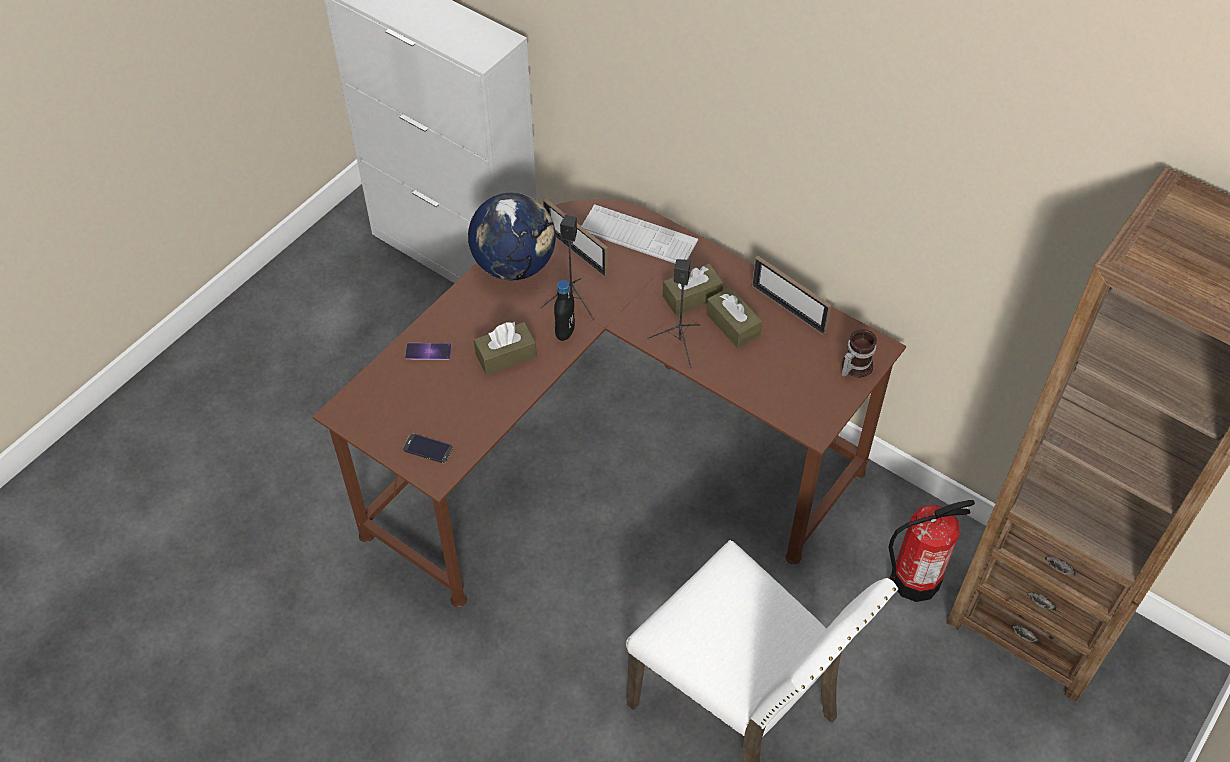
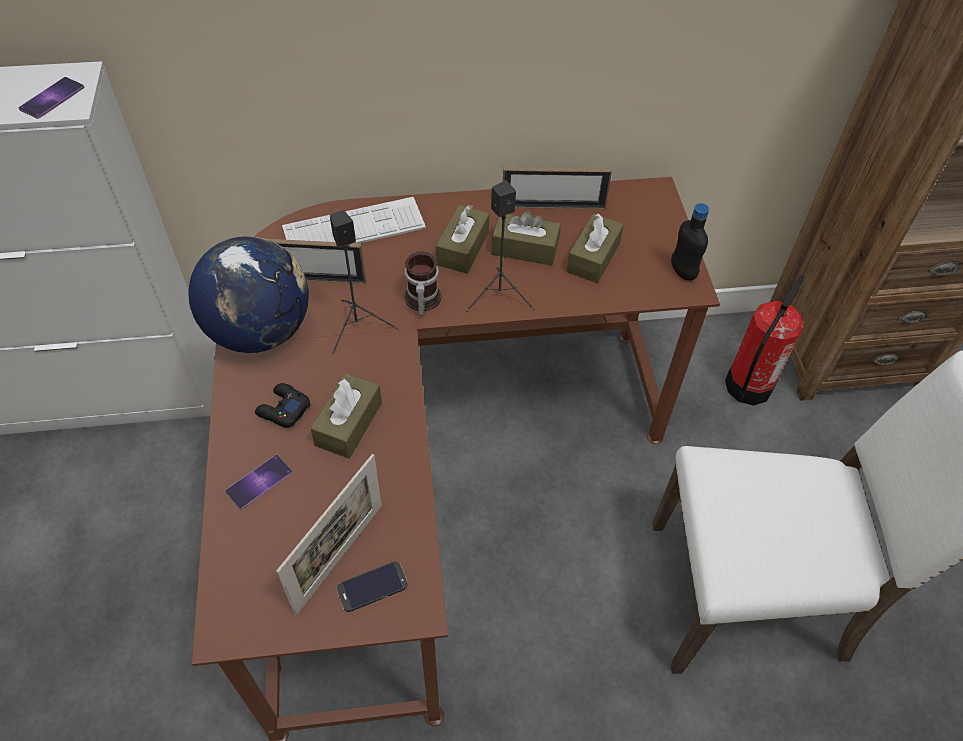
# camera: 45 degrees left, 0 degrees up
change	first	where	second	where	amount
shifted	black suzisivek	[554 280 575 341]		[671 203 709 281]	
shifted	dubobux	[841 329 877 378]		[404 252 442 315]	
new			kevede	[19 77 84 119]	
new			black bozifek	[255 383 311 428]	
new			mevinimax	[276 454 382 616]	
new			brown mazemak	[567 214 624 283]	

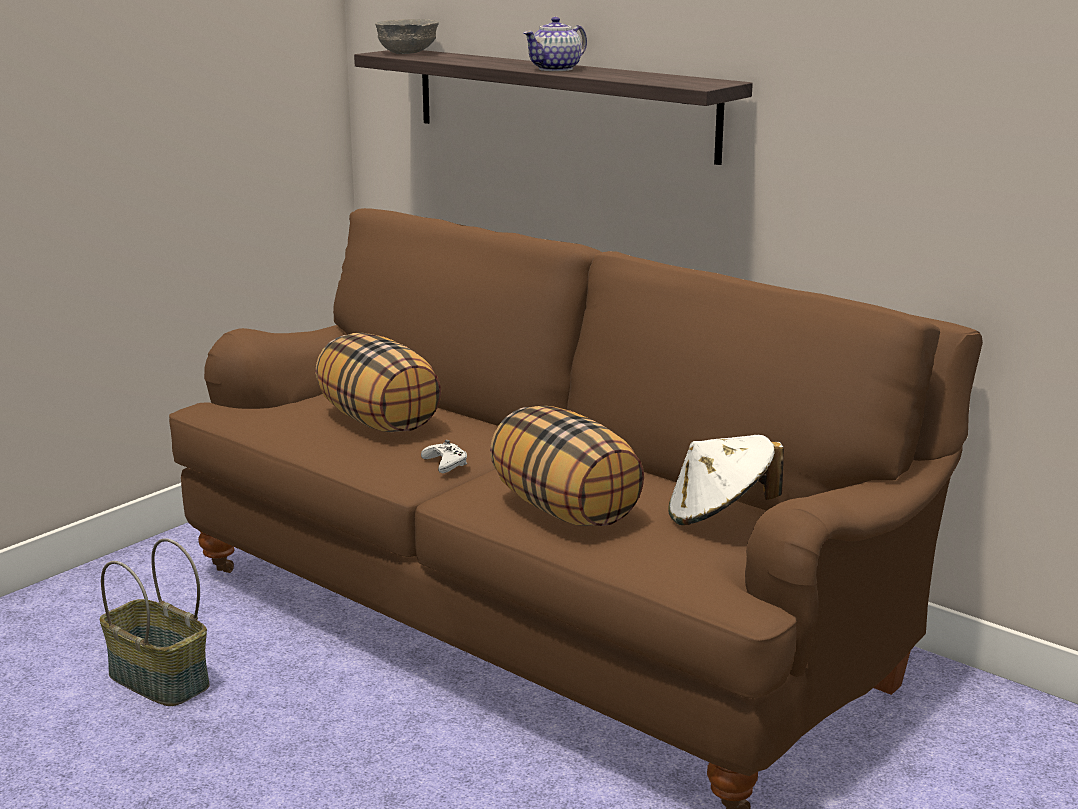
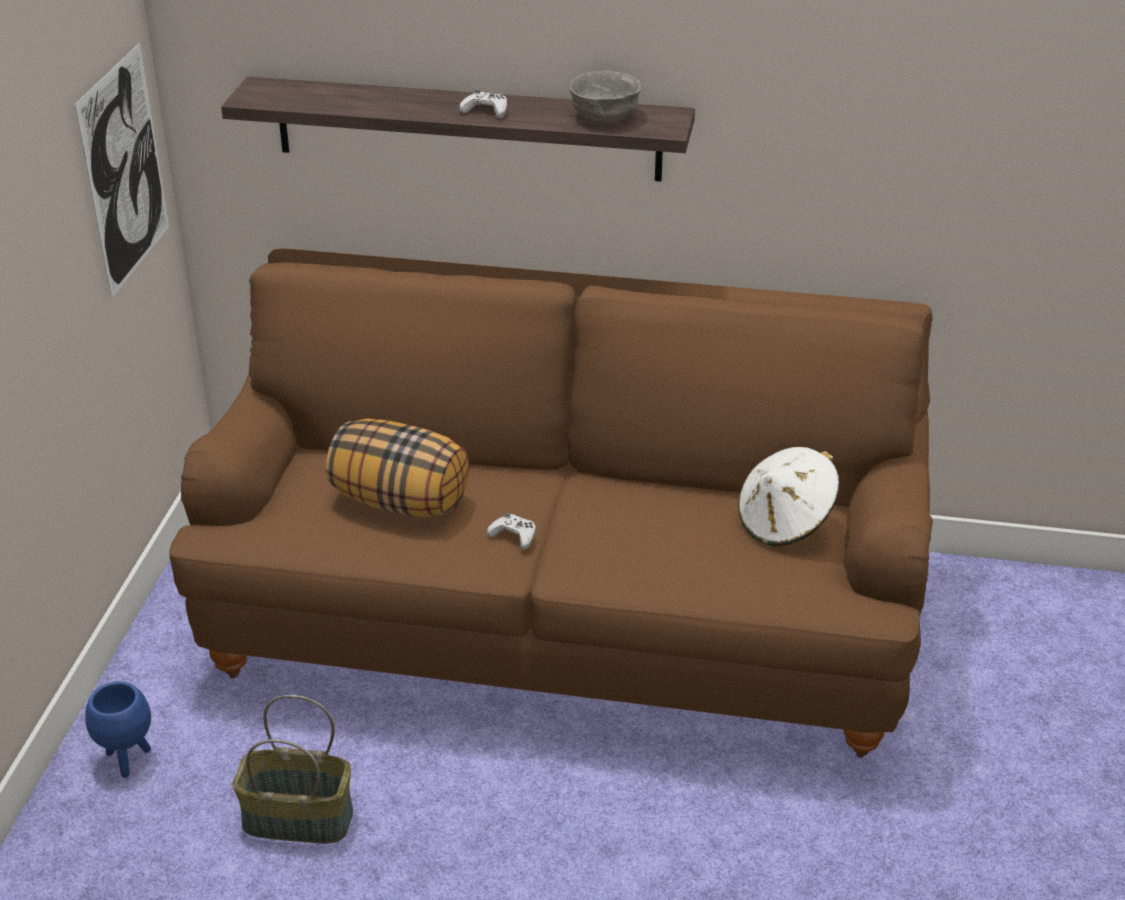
# camera: 30 degrees left, 15 degrees up
change	first	where	second	where	amount
shifted	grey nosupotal	[375 19 439 54]		[569 71 641 123]	
gone	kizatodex	[490 405 644 526]			
swapped	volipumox	[524 17 587 71]	white bozifek	[459 89 507 119]	
new			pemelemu	[75 43 169 298]	
new			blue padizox	[85 682 151 778]	

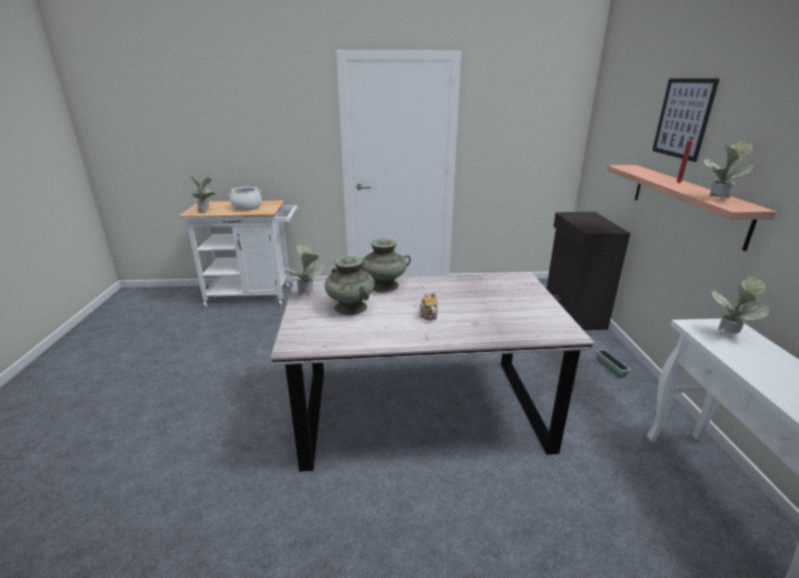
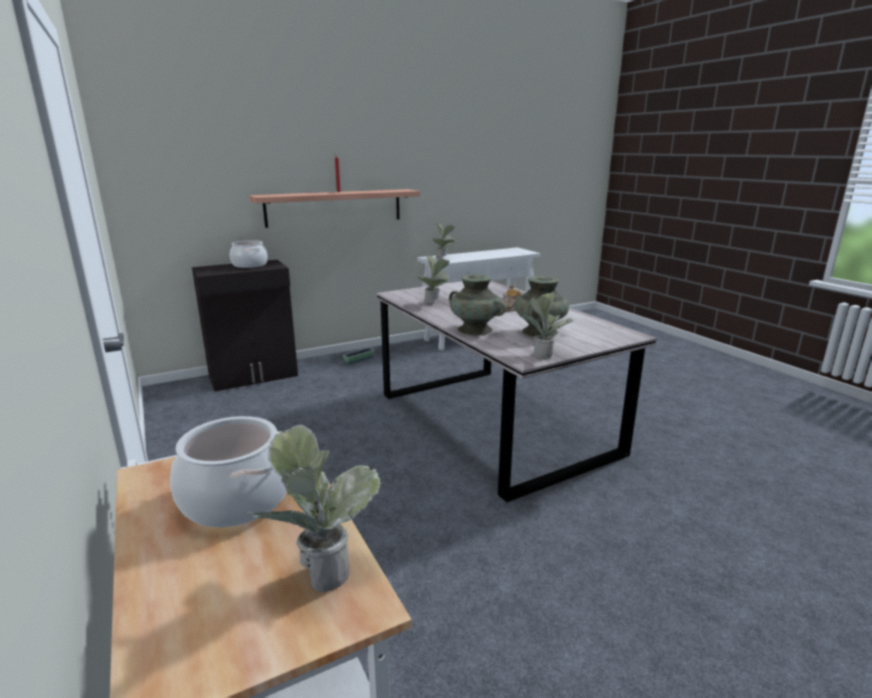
# camera: 115 degrees left, 5 degrees down
change	first	where	second	where	amount
gone	pemelemu	[652 79 719 162]			
shifted	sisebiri	[703 140 754 199]		[417 256 450 304]	
new			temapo	[230 240 268 268]	

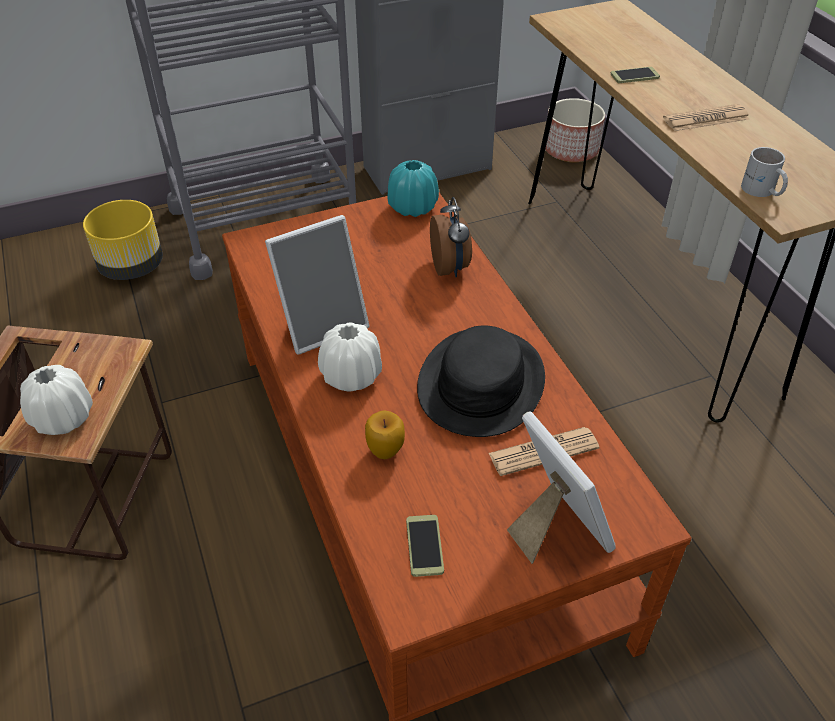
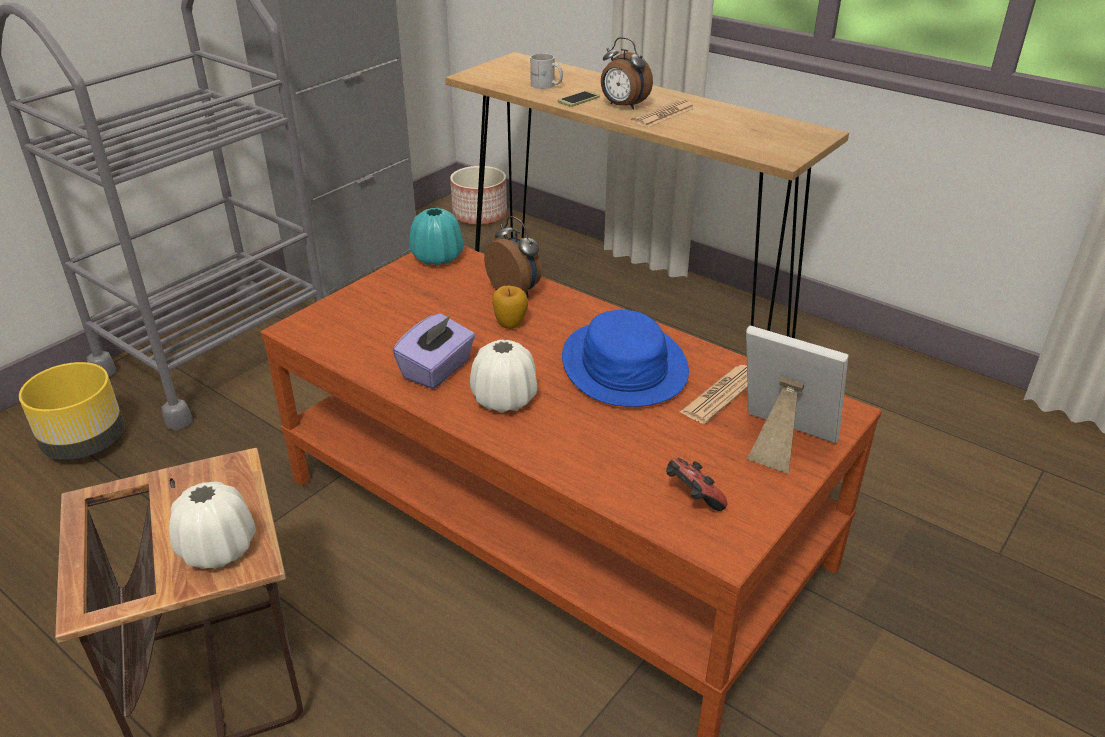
# camera: 30 degrees left, 10 degrees down
change	first	where	second	where	amount
swapped	mevinimax	[265 215 370 355]	purple mazemak	[393 313 475 389]	
shifted	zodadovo	[365 410 405 459]		[492 286 528 329]	
swapped	kevede	[406 515 444 577]	bozifek	[666 458 728 511]	
repainted	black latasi	[417 325 545 437]	blue latasi	[562 310 689 407]	
shifted	white dubobux	[741 147 788 197]		[530 53 563 89]	
new			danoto	[601 37 653 110]	

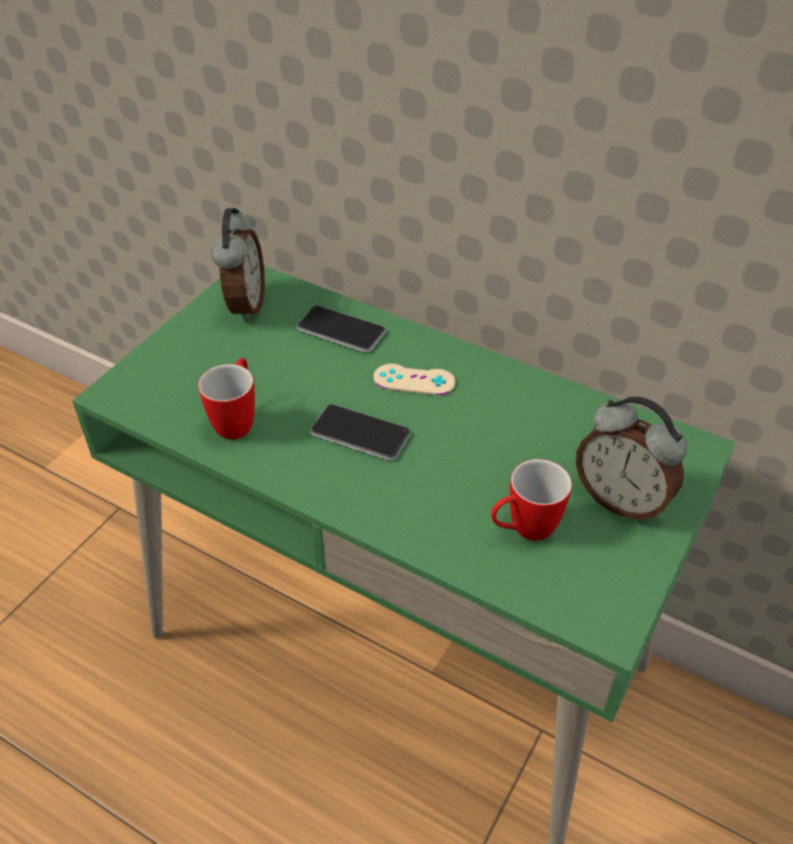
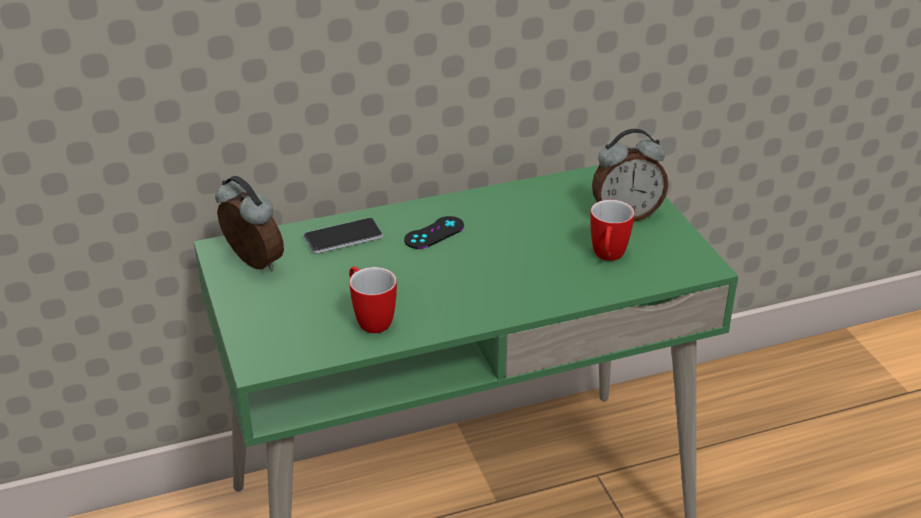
# camera: 50 degrees left, 10 degrees down
change	first	where	second	where	amount
gone	kevede	[310 404 410 461]			
repainted	beige bozifek	[374 364 455 395]	black bozifek	[404 216 464 249]	

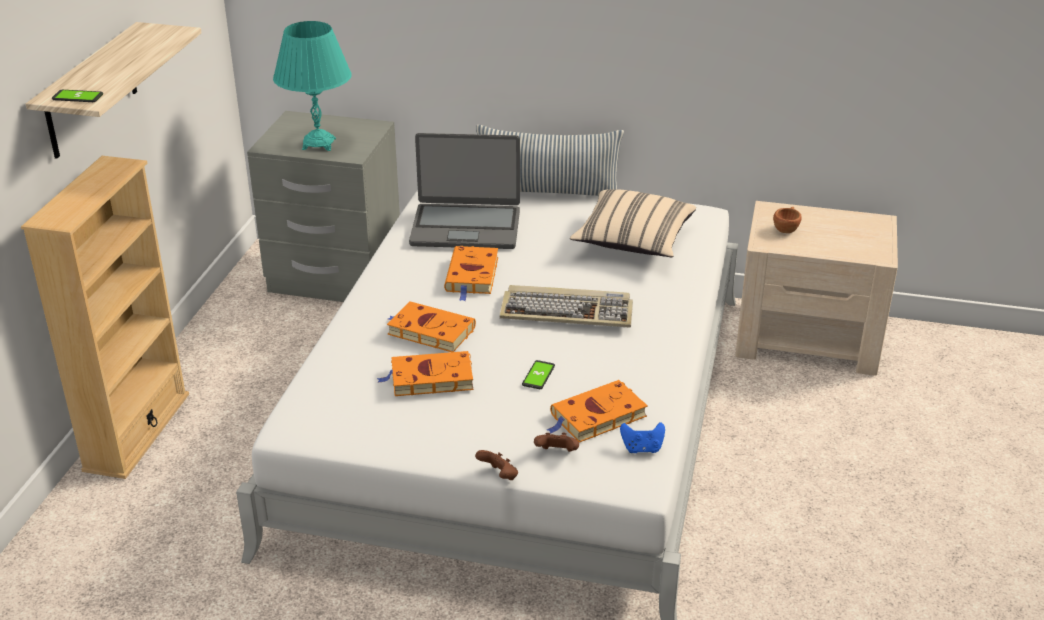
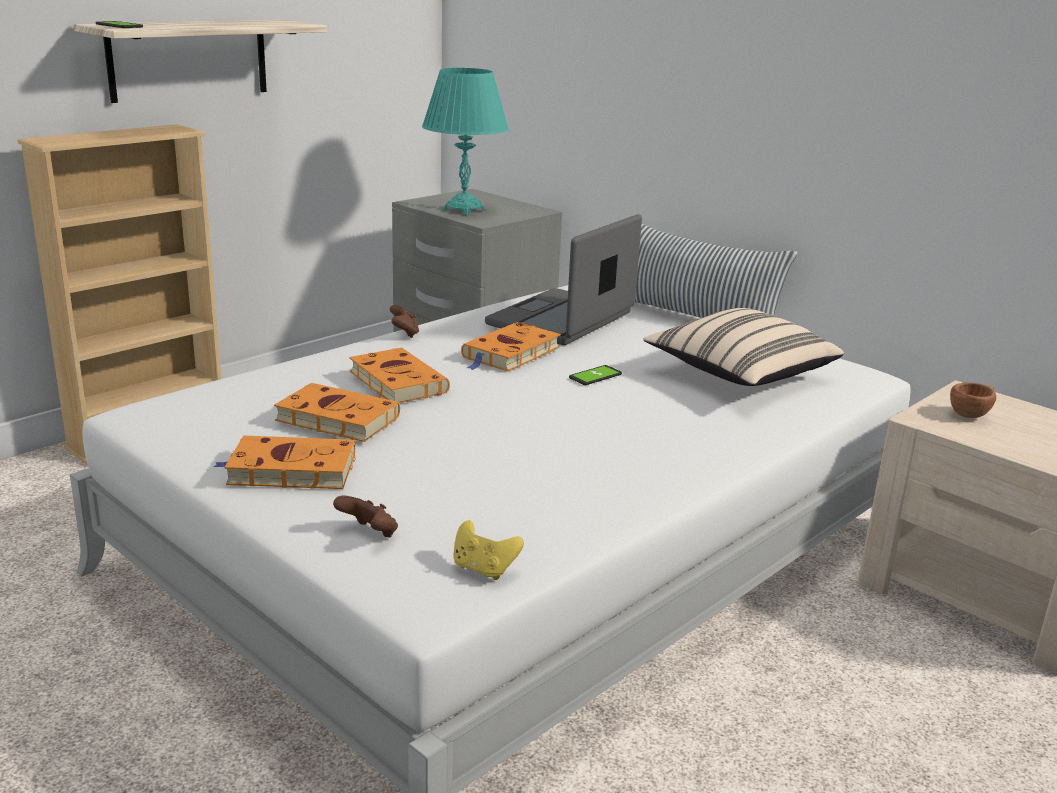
# camera: 30 degrees right, 10 degrees down
change	first	where	second	where	amount
rotated	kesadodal	[409 133 520 249]		[485 214 642 345]	90 degrees clockwise
shifted	brown bozifek	[475 450 518 480]		[390 305 419 338]	
gone	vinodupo	[500 285 633 327]			
shifted	kevede	[522 360 555 389]		[569 365 622 385]	
shifted	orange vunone	[547 380 648 443]		[213 435 355 489]	
repainted	blue bozifek	[620 422 665 453]	yellow bozifek	[453 520 524 580]	

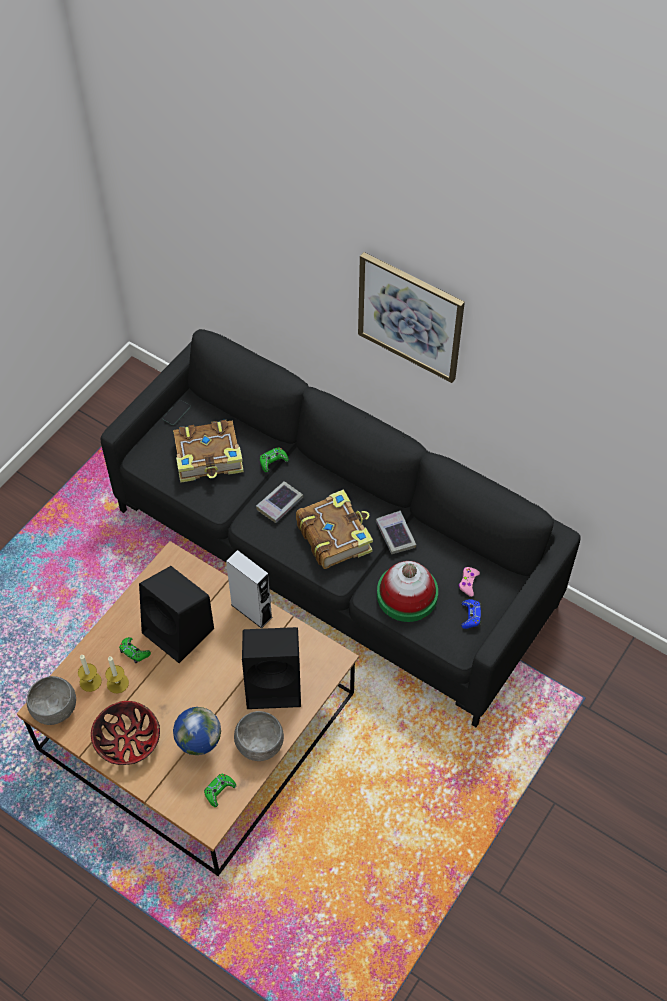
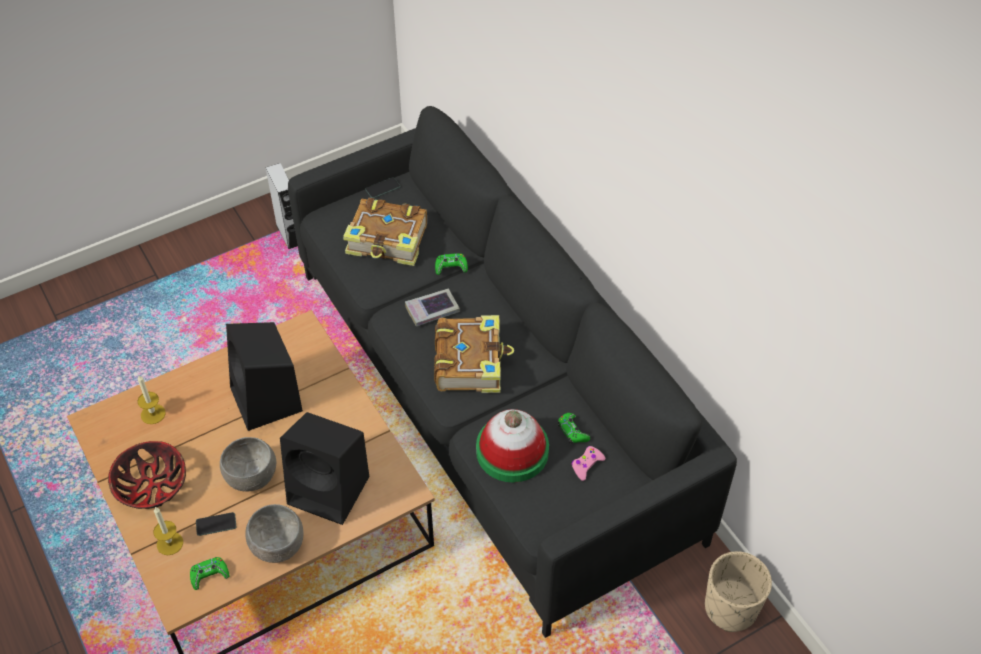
# camera: 25 degrees right, 5 degrees down
change	first	where	second	where	amount
shifted	grey nosupotal	[27 676 76 725]		[220 437 276 492]	
shifted	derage	[105 656 129 694]		[153 507 183 555]	
shifted	green bozifek	[119 637 151 664]		[558 413 590 444]	
swapped	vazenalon	[173 707 221 755]	kevede	[196 512 236 536]	
shifted	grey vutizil	[226 550 273 629]		[266 163 298 249]	
gone	pemelemu	[358 252 465 383]			
gone	vunone	[376 511 416 554]			
gone	blue bozifek	[461 599 481 629]			
new			beige padizox	[705 551 772 632]	

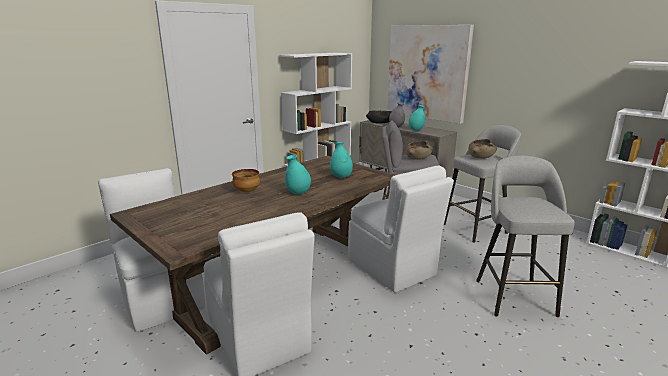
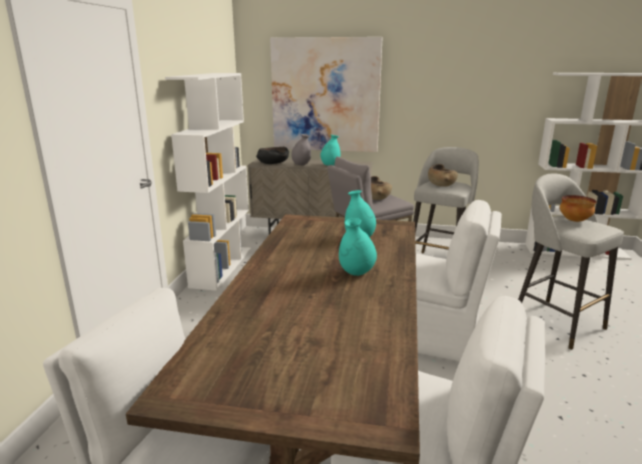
# camera: 35 degrees left, 0 degrees up
change	first	where	second	where	amount
shifted	nosupotal	[232 169 260 192]		[560 195 596 222]	

